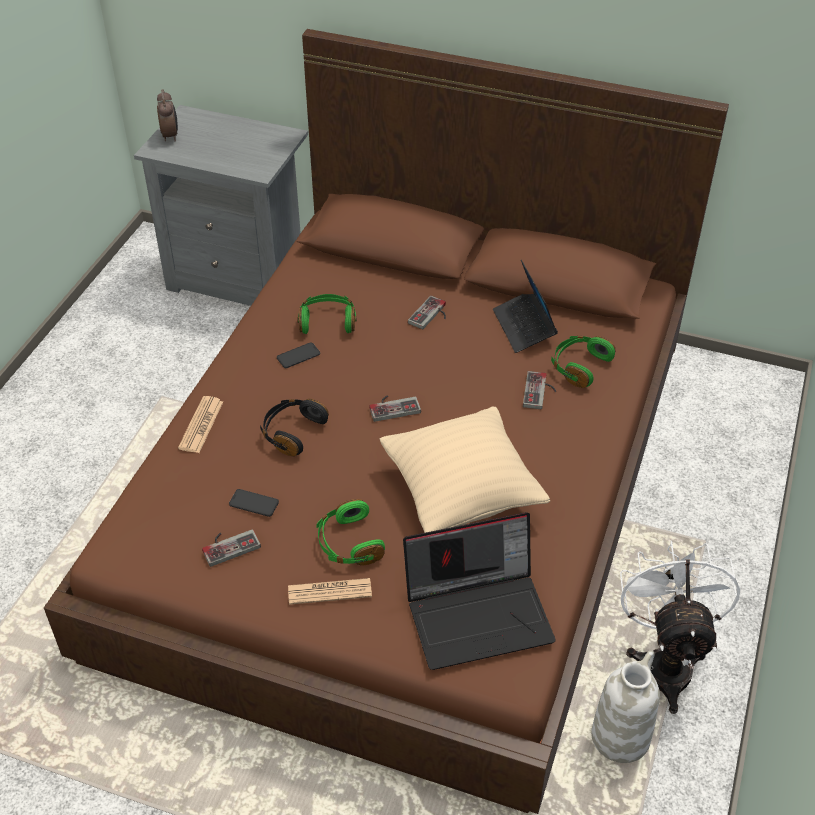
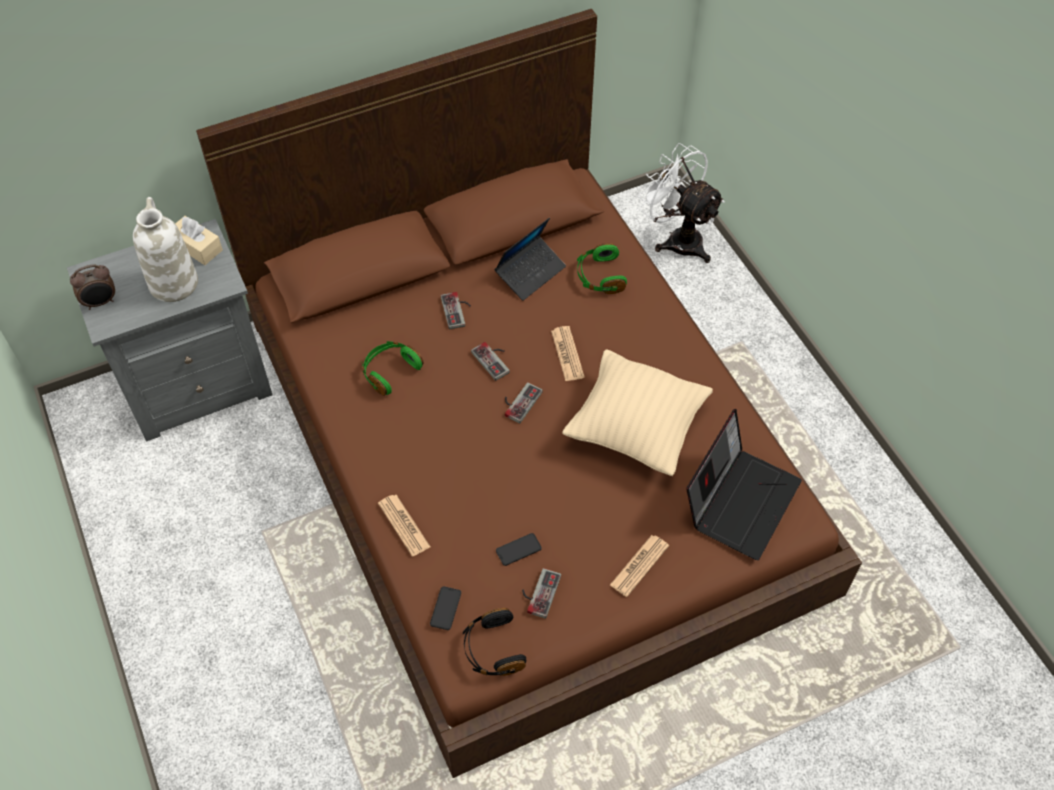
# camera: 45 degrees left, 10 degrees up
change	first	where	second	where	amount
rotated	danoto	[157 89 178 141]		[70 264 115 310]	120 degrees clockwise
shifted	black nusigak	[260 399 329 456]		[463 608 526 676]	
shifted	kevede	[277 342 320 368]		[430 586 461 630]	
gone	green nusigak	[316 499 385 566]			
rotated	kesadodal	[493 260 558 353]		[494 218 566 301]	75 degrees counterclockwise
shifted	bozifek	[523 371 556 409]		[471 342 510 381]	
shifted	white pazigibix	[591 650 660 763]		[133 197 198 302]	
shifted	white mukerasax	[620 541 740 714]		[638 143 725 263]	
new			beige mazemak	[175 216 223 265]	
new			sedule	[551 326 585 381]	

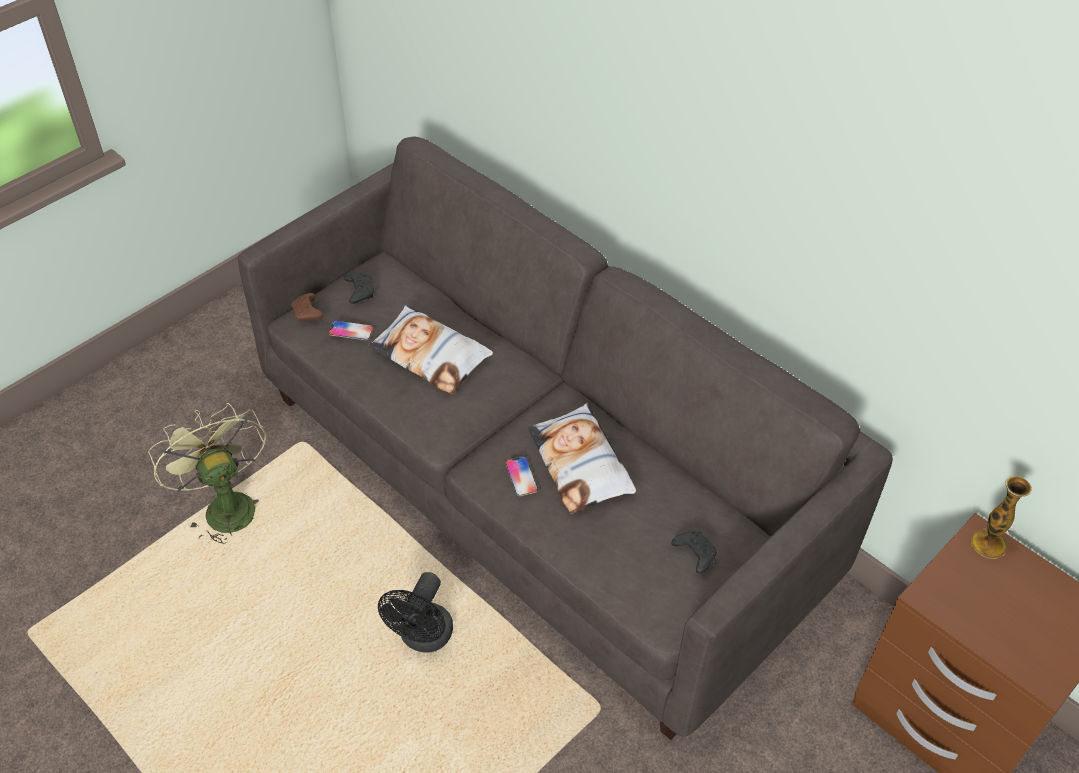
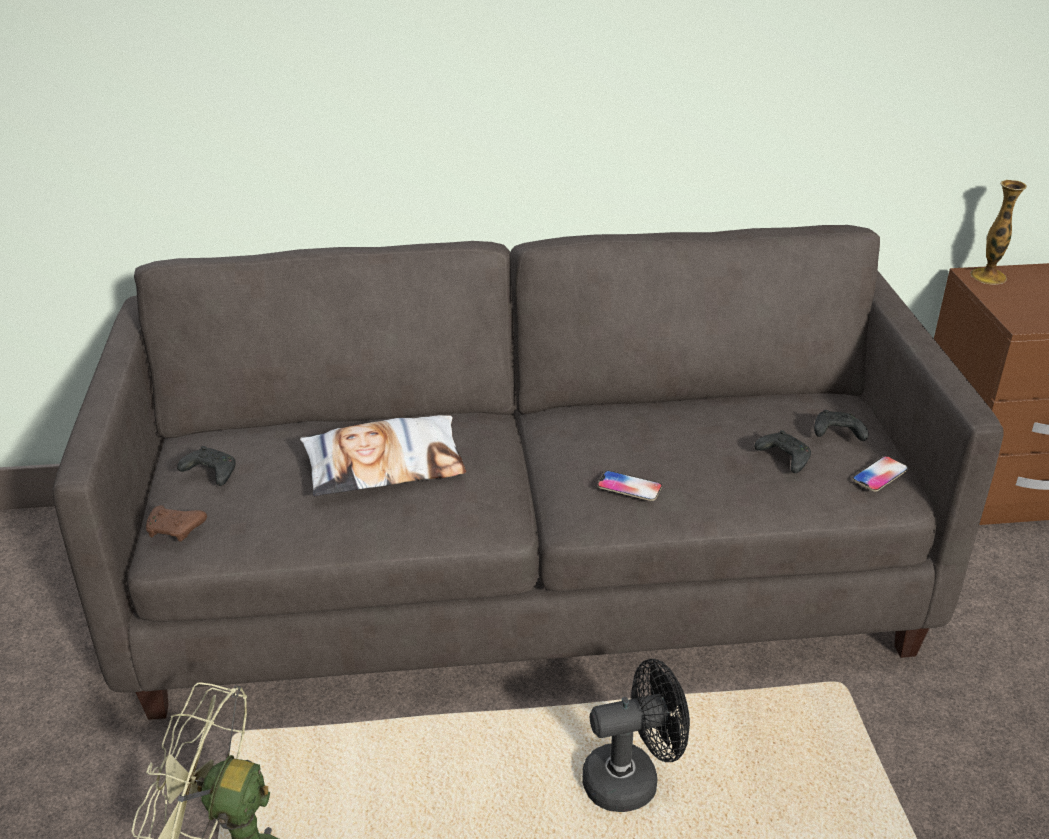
# camera: 50 degrees left, 15 degrees down
change	first	where	second	where	amount
shifted	kevede	[329 320 373 340]		[853 456 908 492]	
rotated	black mukerasax	[378 572 453 653]		[582 659 690 812]	75 degrees counterclockwise
gone	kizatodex	[528 403 636 514]			
new			black bozifek	[754 430 811 473]	

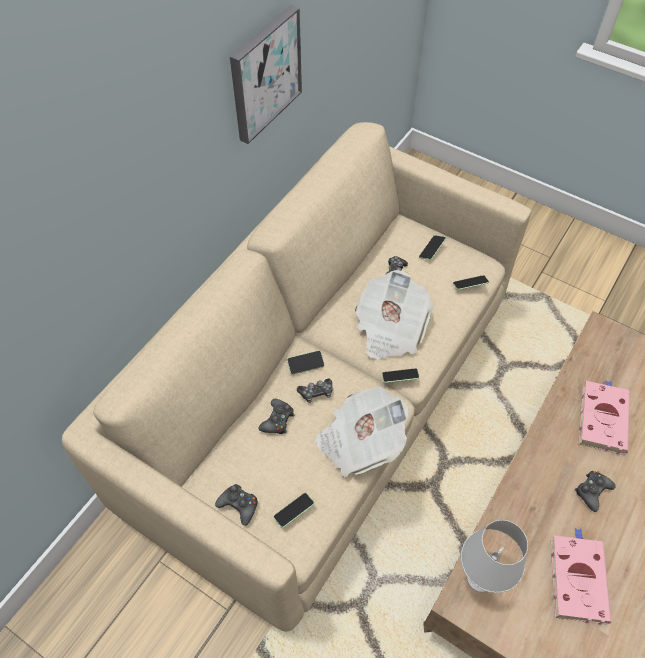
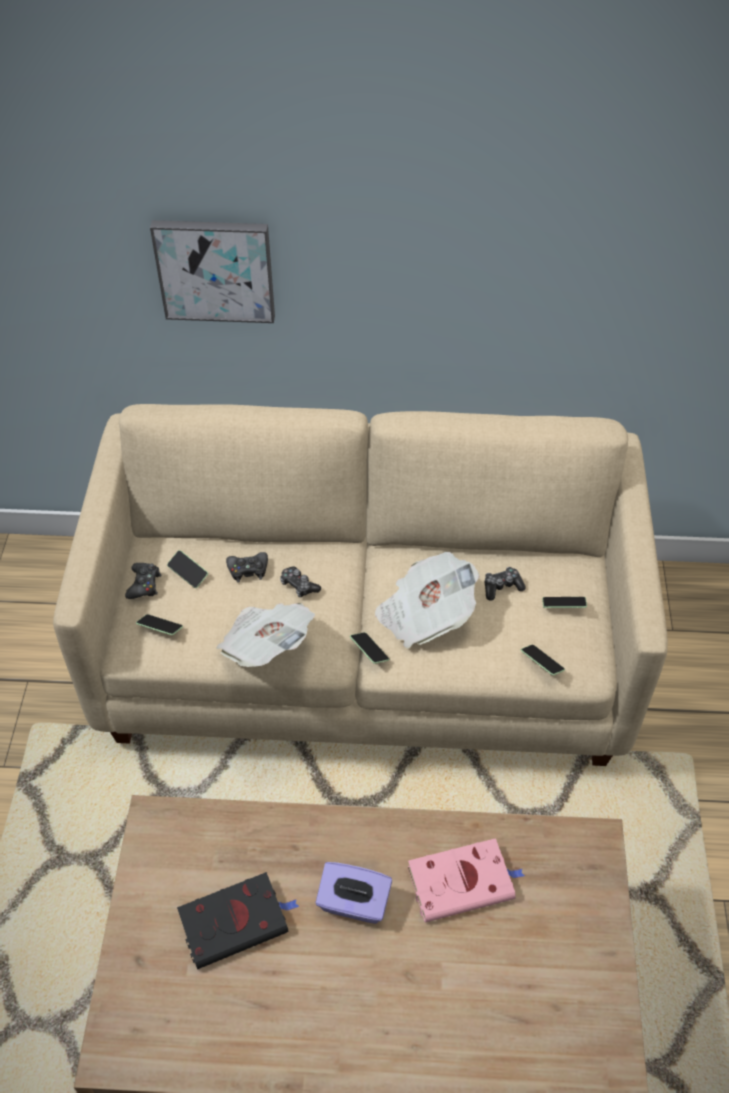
# camera: 60 degrees right, 5 degrees down
change	first	where	second	where	amount
shifted	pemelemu	[230 5 302 144]		[150 220 275 323]	
shifted	kevede	[287 350 325 375]		[167 550 208 588]	
gone	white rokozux	[461 520 528 593]			
repainted	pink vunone	[551 528 611 625]	black vunone	[177 872 299 970]	
swapped	black bozifek	[575 471 616 512]	purple mazemak	[316 862 392 924]	

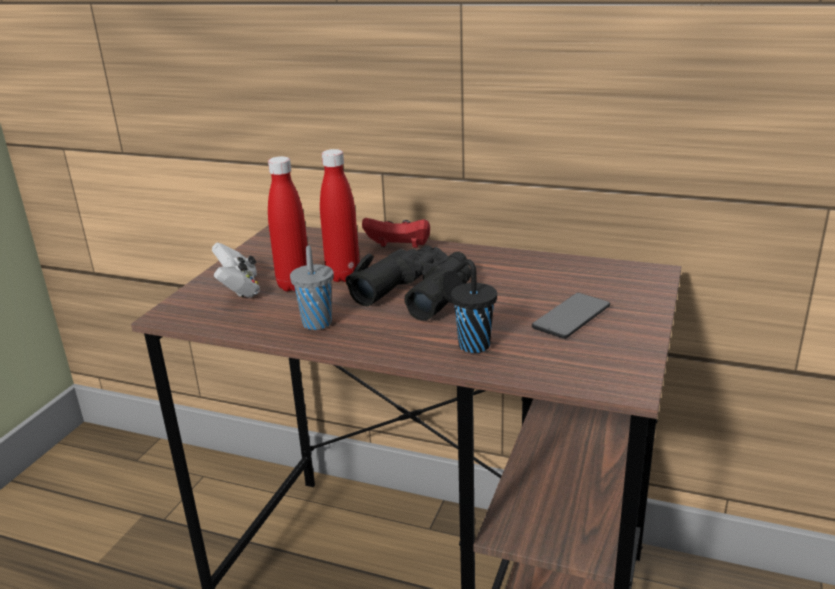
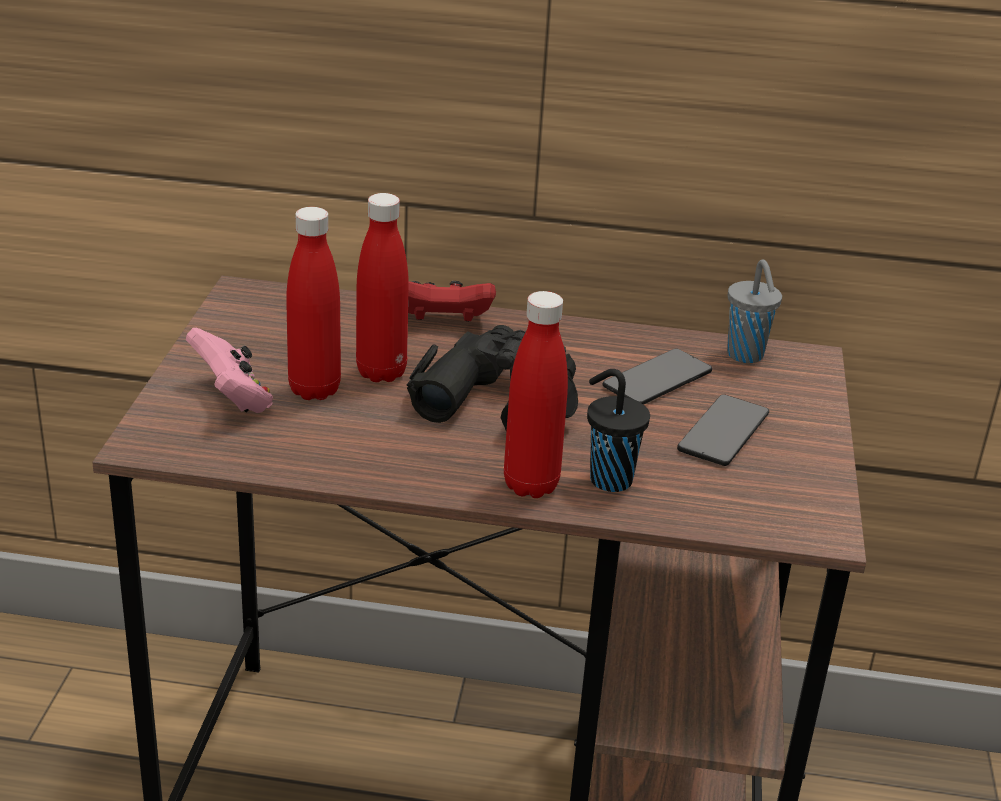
# camera: 15 degrees left, 5 degrees up
change	first	where	second	where	amount
repainted	white bozifek	[212 243 260 298]	pink bozifek	[186 328 273 413]	
shifted	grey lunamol	[290 246 334 330]		[727 259 782 363]	
new			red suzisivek	[504 291 568 498]	
new			kevede	[603 348 712 405]	

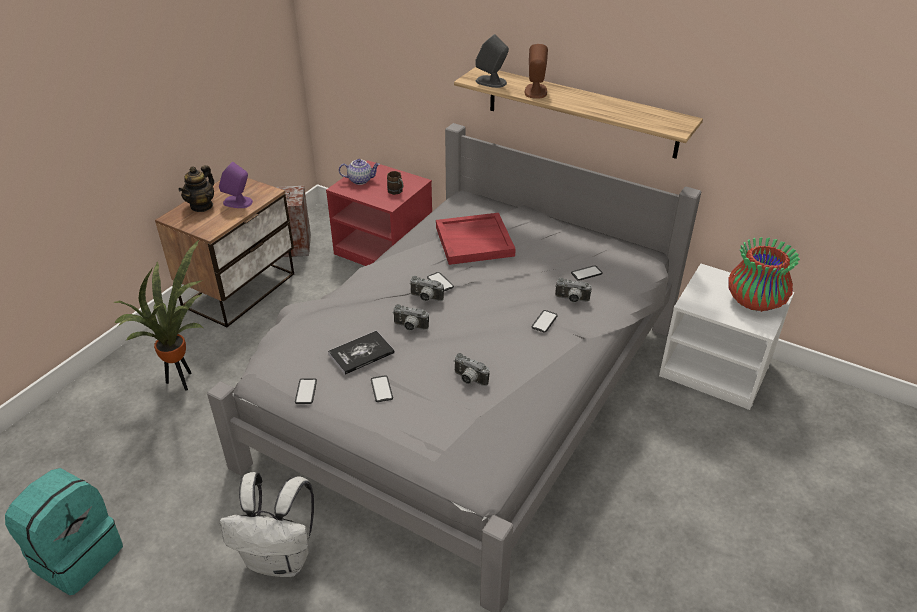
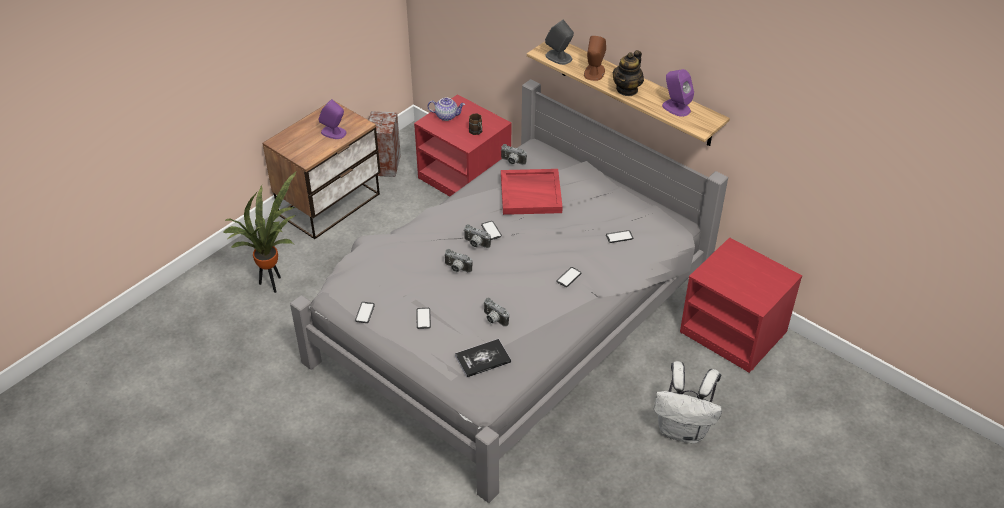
# camera: 10 degrees right, 5 degrees up
change	first	where	second	where	amount
gone	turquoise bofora	[5 468 123 595]			
shifted	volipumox	[178 165 214 212]		[613 50 644 96]	
shifted	white bofora	[220 472 314 577]		[654 361 722 444]	
shifted	vunone	[328 330 395 375]		[455 339 511 377]	
shifted	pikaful	[555 278 592 303]		[501 144 527 165]	
repainted	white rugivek	[659 264 794 410]	red rugivek	[680 237 802 373]	
gone	pazigibix	[728 237 800 312]			
new			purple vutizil	[662 69 694 117]	

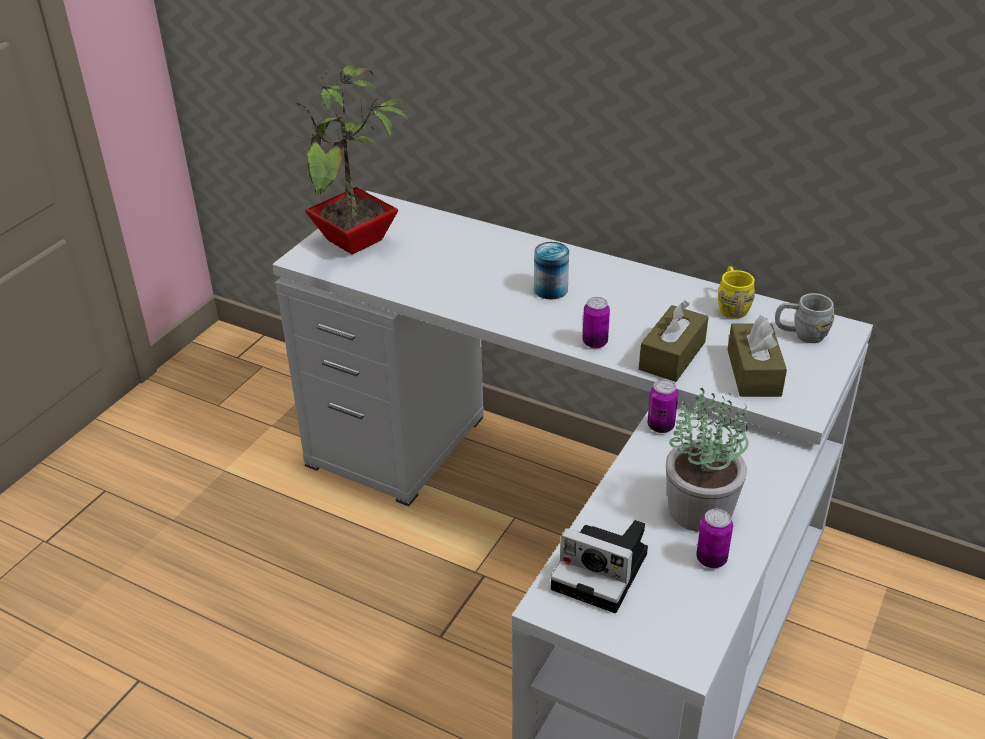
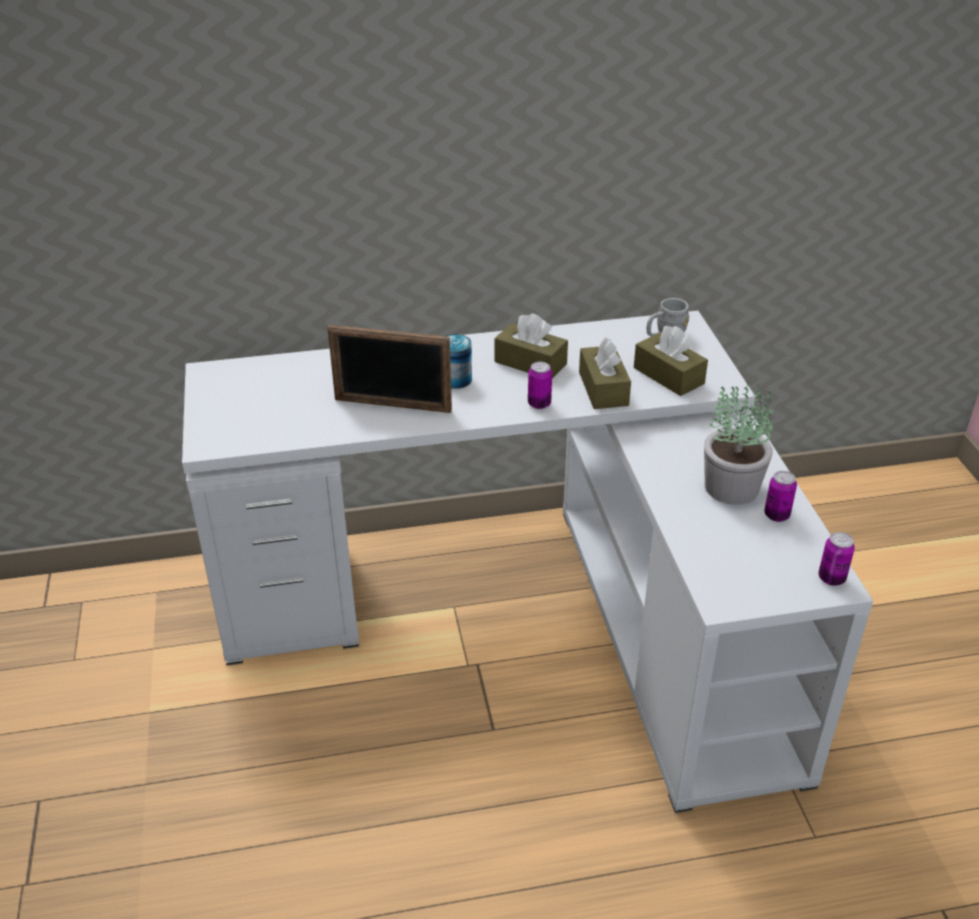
# camera: 40 degrees left, 0 degrees up
change	first	where	second	where	amount
gone	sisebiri	[291 63 411 254]			
gone	pikaful	[551 520 648 613]			
shifted	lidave	[648 379 678 433]		[818 532 855 586]	
gone	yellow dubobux	[718 266 755 319]			
new			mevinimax	[327 325 452 413]	
new			brown mazemak	[494 313 568 378]	

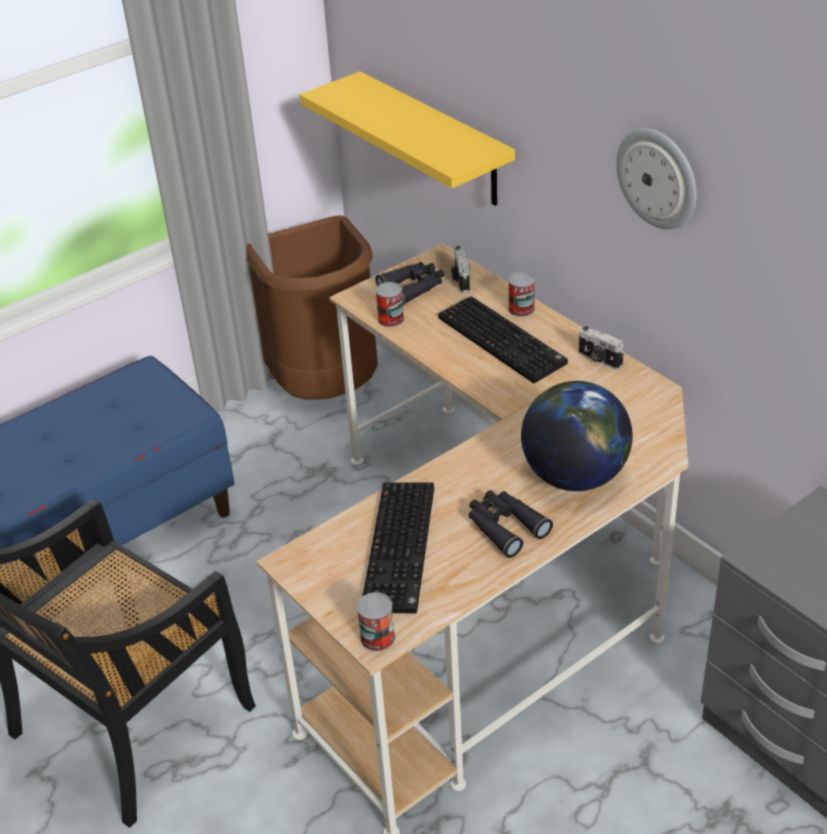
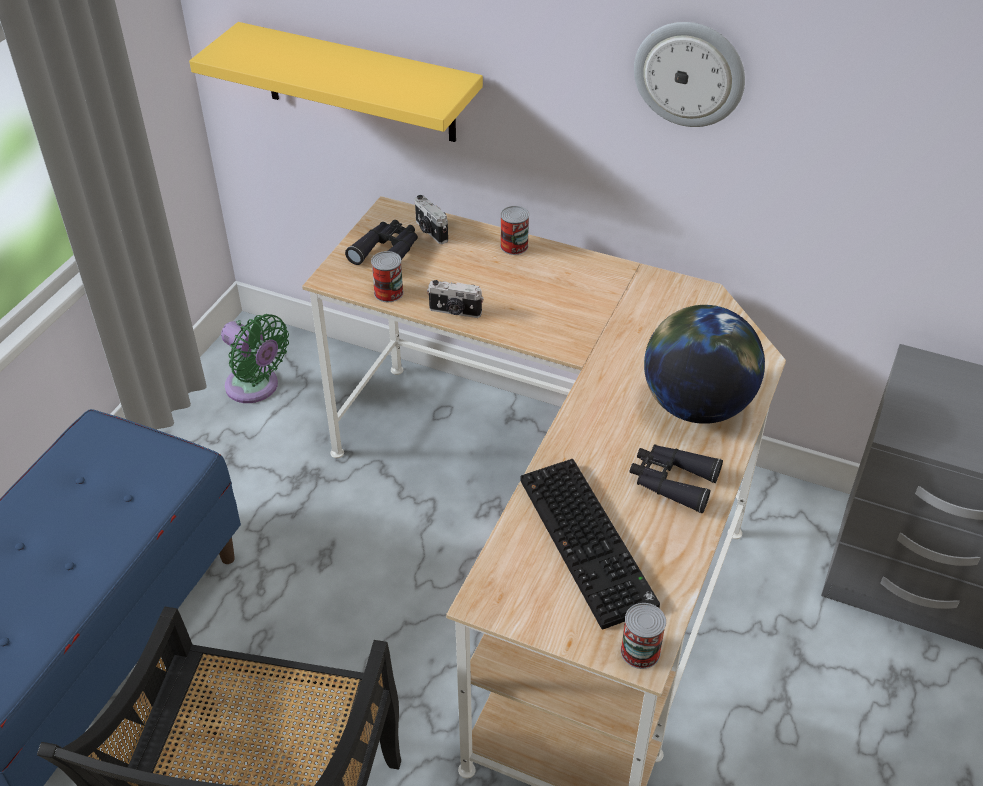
# camera: 30 degrees left, 5 degrees up
change	first	where	second	where	amount
swapped	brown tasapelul	[246 215 378 400]	green mukerasax	[221 314 289 403]	
gone	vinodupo	[438 296 568 383]			
shifted	pikaful	[579 326 624 370]		[427 280 484 318]	

